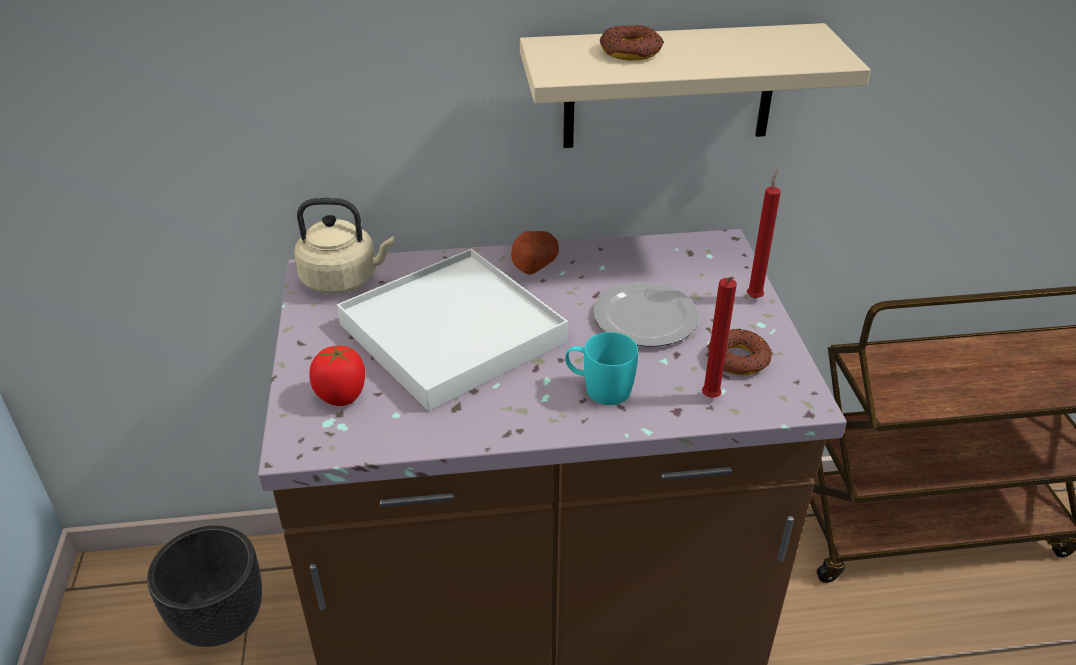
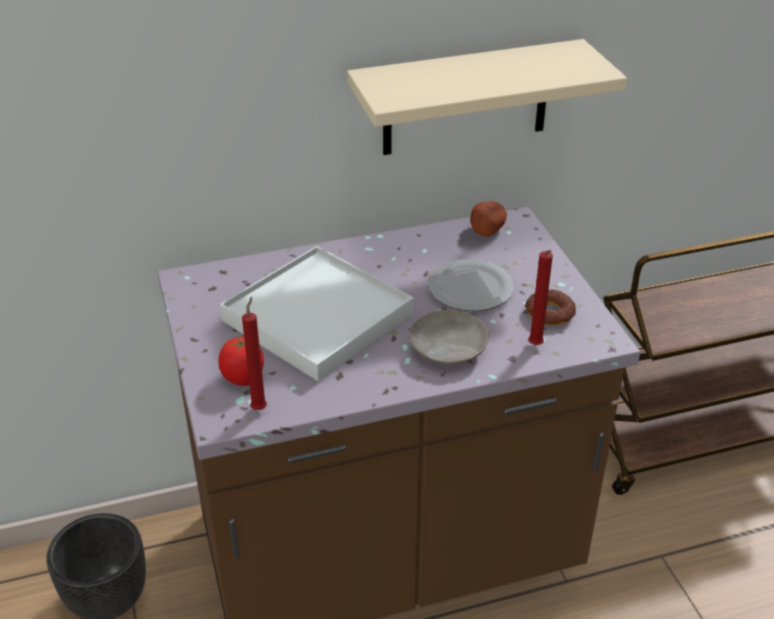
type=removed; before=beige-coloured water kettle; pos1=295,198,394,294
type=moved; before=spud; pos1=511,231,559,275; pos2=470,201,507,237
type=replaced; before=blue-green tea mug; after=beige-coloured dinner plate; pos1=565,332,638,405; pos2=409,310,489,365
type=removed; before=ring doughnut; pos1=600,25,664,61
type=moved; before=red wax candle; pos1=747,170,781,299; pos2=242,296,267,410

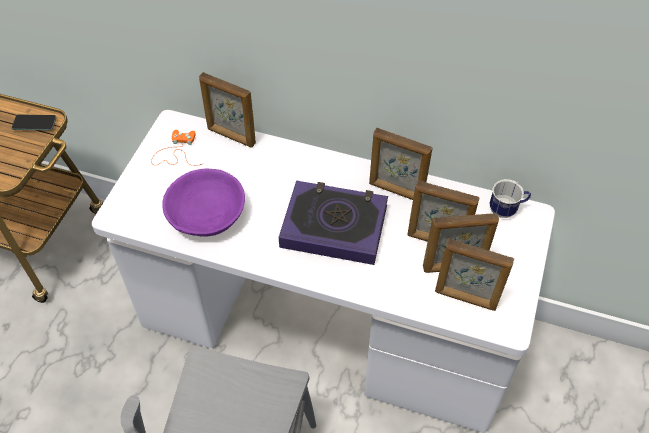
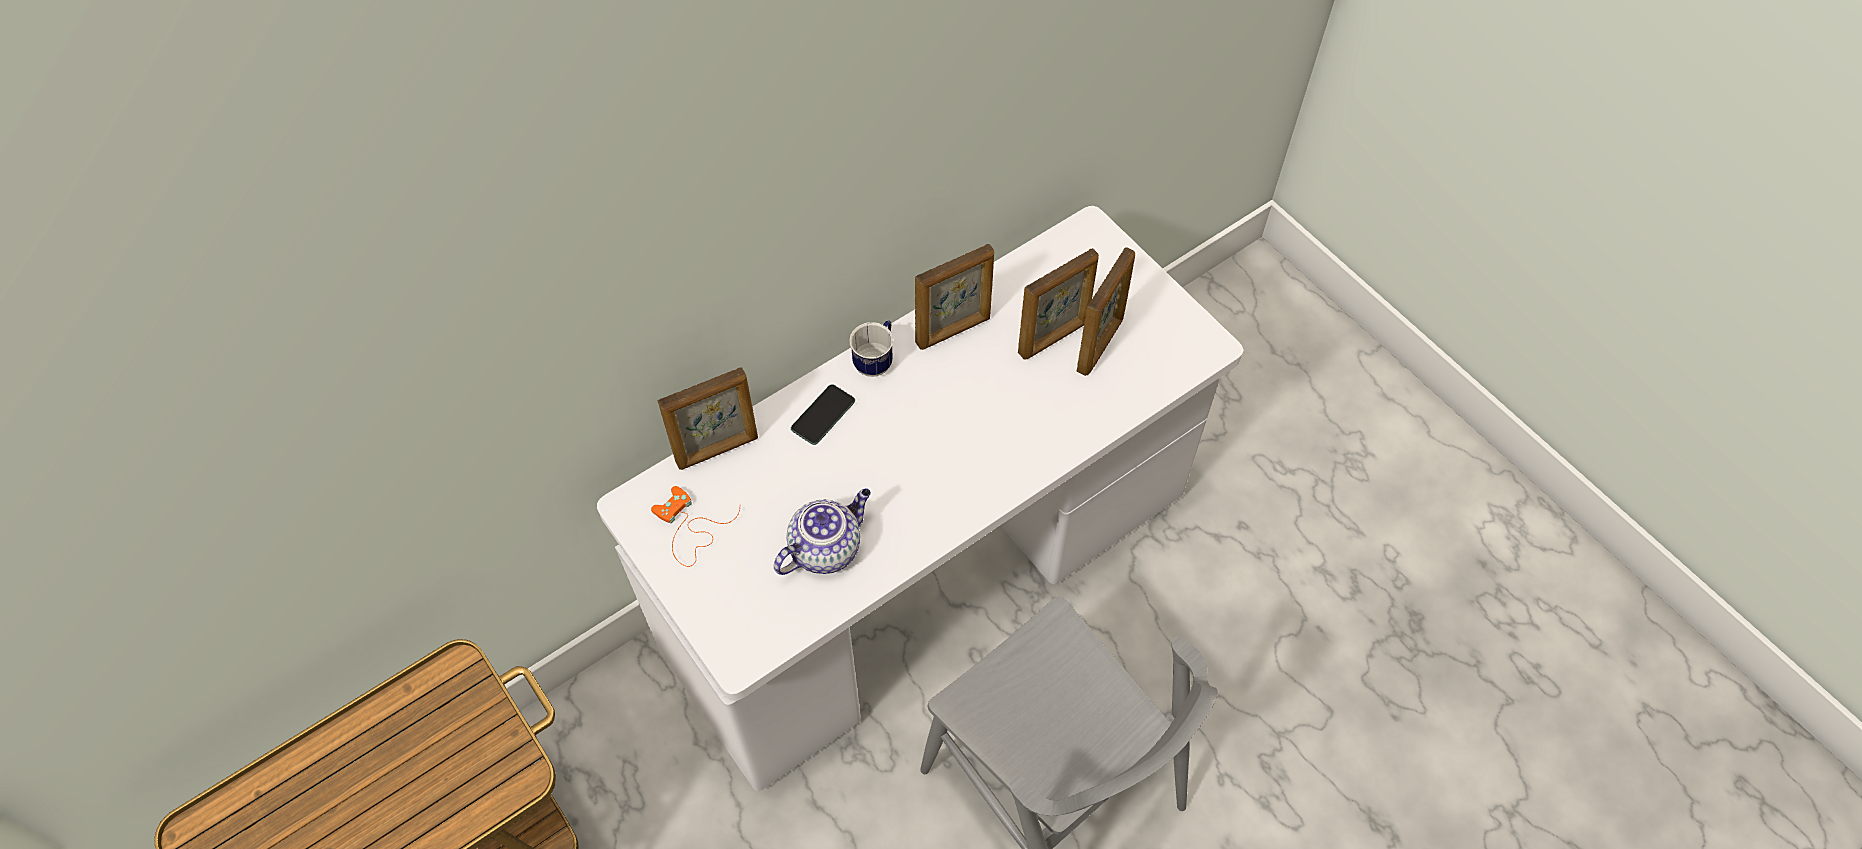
type=moved; before=phone; pos1=12,114,57,131; pos2=791,384,855,445
type=replaced; before=purplish bowl; after=pot for tea; pos1=162,169,245,237; pos2=774,488,871,575
type=removed; before=bound book; pos1=279,180,388,265
type=removed; before=standing frame; pos1=435,238,514,311
type=moved; before=tea mug; pos1=490,179,531,218; pos2=850,320,893,377

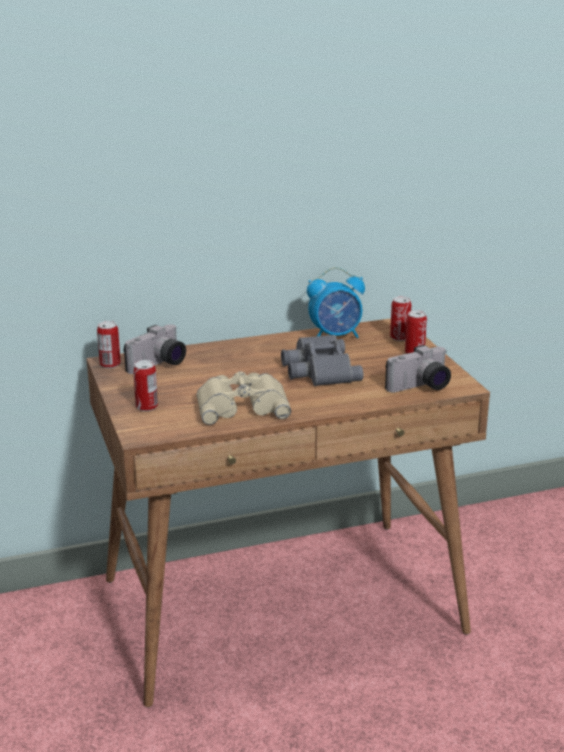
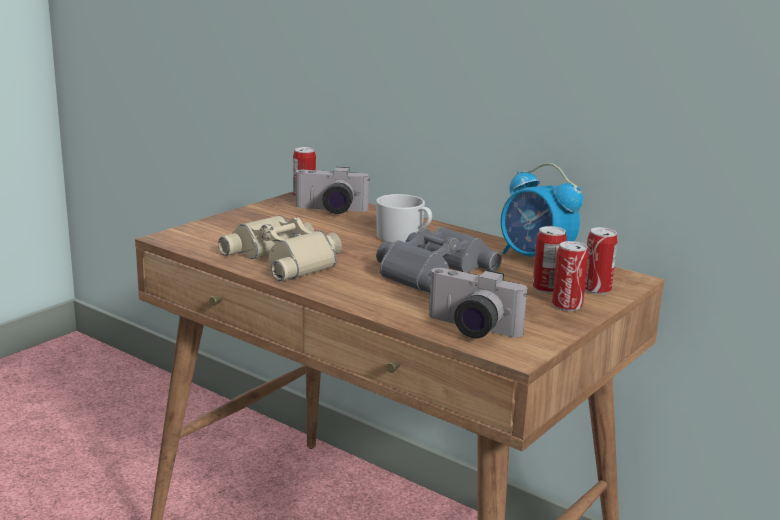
type=moved; before=metal can; pos1=133,360,158,411; pos2=533,226,567,293
type=added; after=white-coloured tea mug; pos2=376,194,432,243

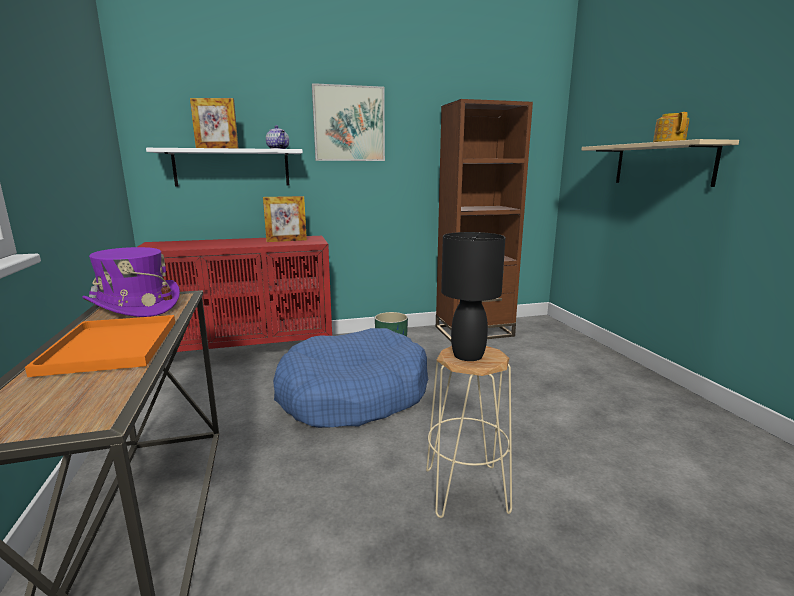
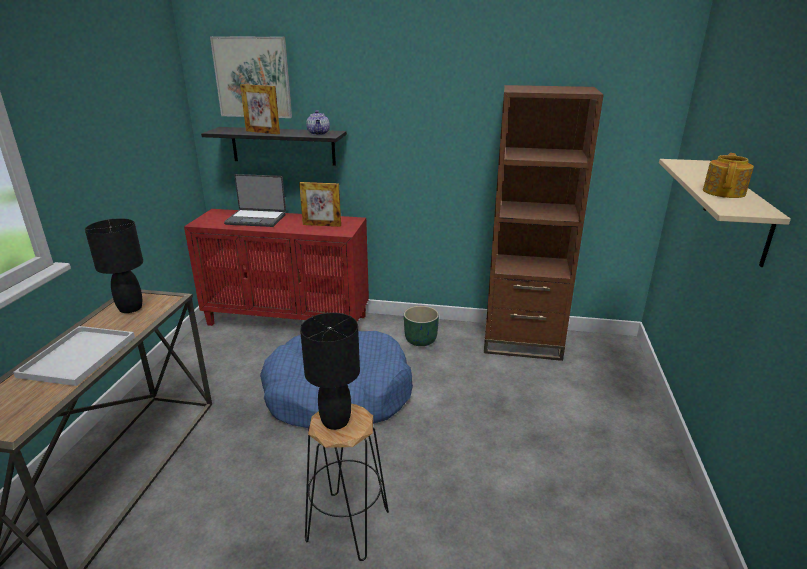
type=recoloured; before=orange-coloured serving tray; after=white-coloured serving tray; pos1=25,315,175,377; pos2=13,326,135,386
type=replaced; before=purplish hat; after=black-coloured tabletop lamp; pos1=82,247,180,317; pos2=85,218,143,313
type=recoloured; before=white-coloured bracket shelf; after=black-coloured bracket shelf; pos1=146,148,303,186; pos2=201,127,347,166
type=moved; before=wall picture; pos1=312,83,385,161; pos2=210,36,292,118
type=recoloured; before=beige-coloured stool seat; after=black-coloured stool seat; pos1=426,346,512,518; pos2=305,404,389,561
type=added; after=notebook computer; pos2=224,174,286,227

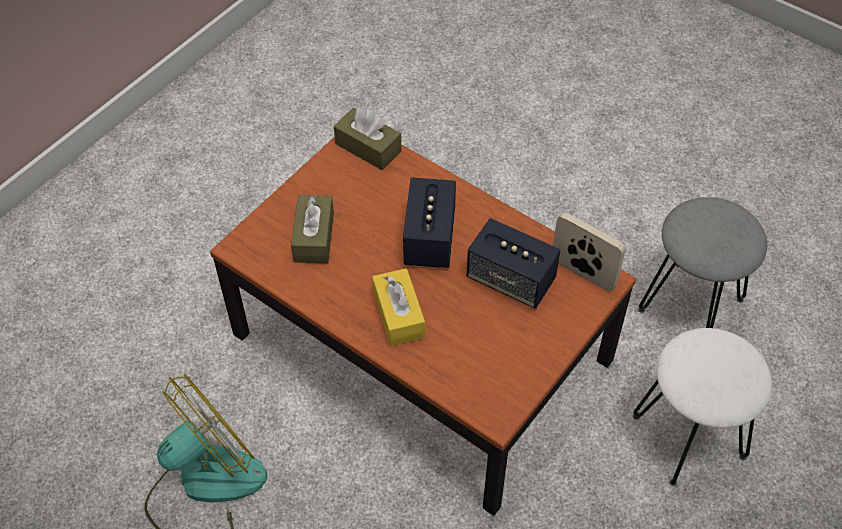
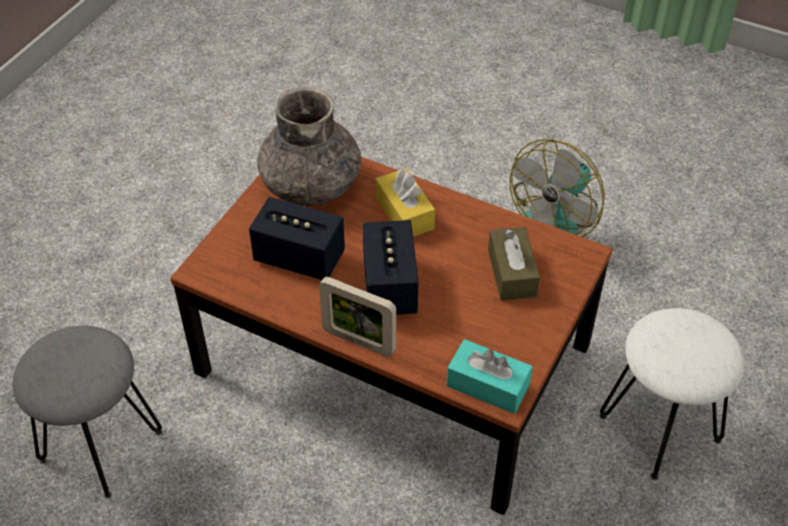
type=recoloured; before=brownish tissue holder; after=blue-green tissue holder; pos1=334,108,402,170; pos2=447,339,533,414
type=moved; before=standing frame; pos1=553,212,626,292; pos2=319,277,396,357
type=moved; before=white-coloured stool seat; pos1=633,328,772,486; pos2=600,308,745,480
type=added; after=grey vase; pos2=258,87,361,206

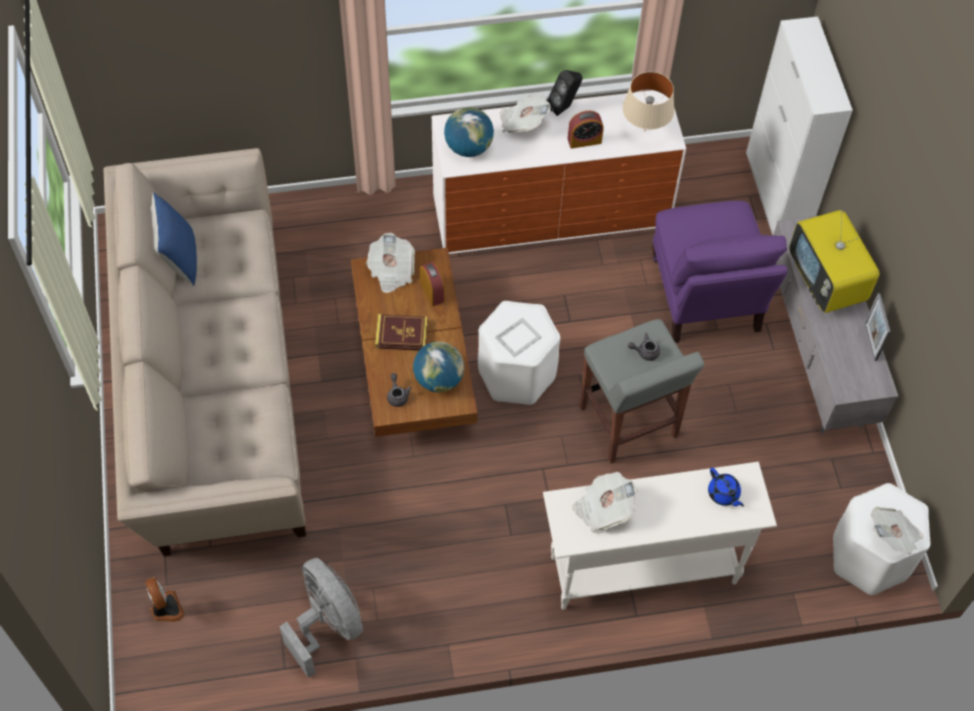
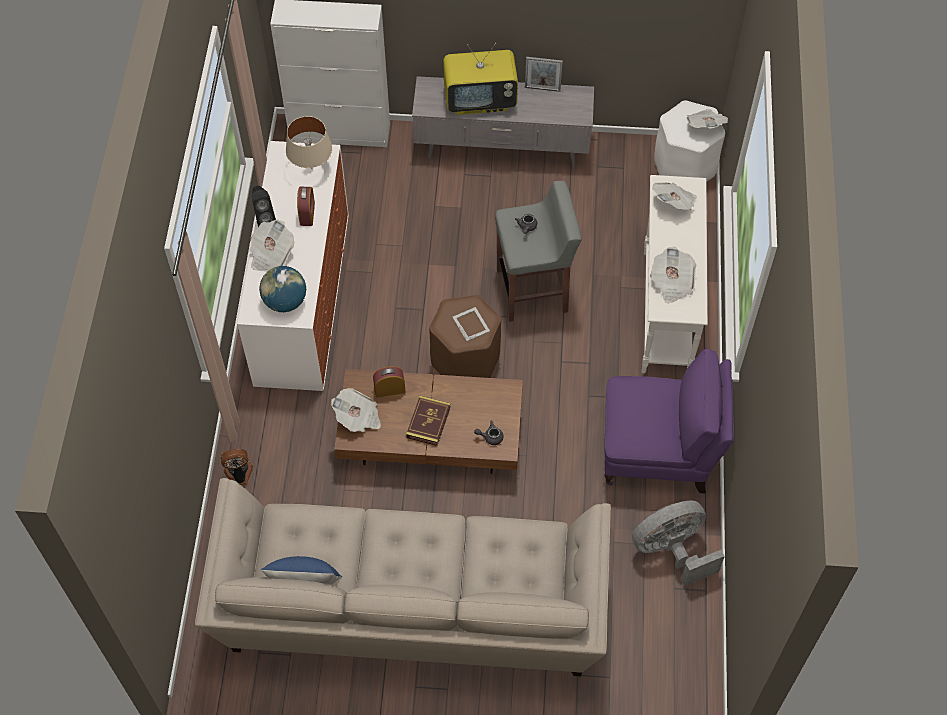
type=moved; before=electric fan; pos1=145,577,185,622; pos2=221,449,253,485
type=removed; before=globe; pos1=413,341,464,392
type=recoloured; before=white-coloured stool seat; after=brownish stool seat; pos1=478,301,560,405; pos2=429,295,501,378
type=moved; before=purplish easy chair; pos1=652,201,787,343; pos2=604,349,734,494
type=replaced; before=blue pot for tea; after=printed paper; pos1=708,468,744,507; pos2=652,182,697,210

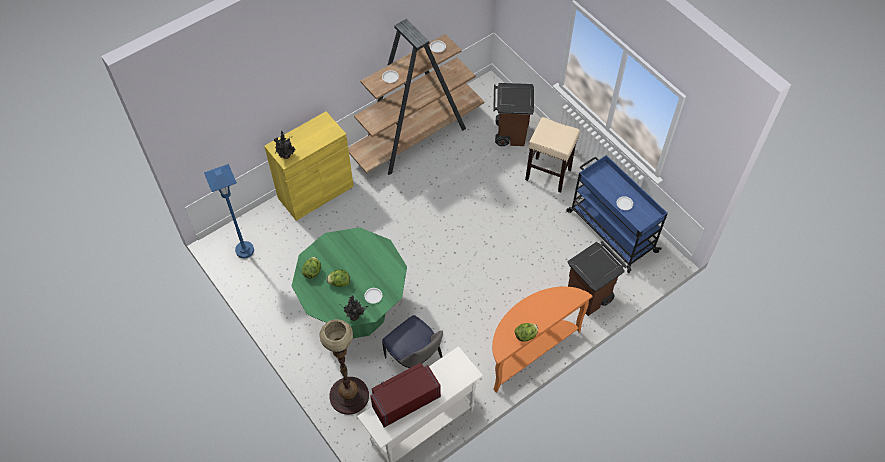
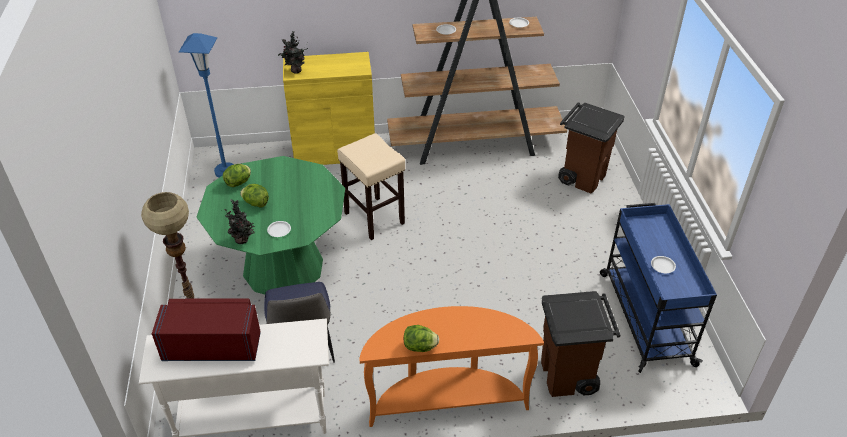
type=moved; before=beige-coloured stool seat; pos1=525,117,580,193; pos2=337,133,405,240

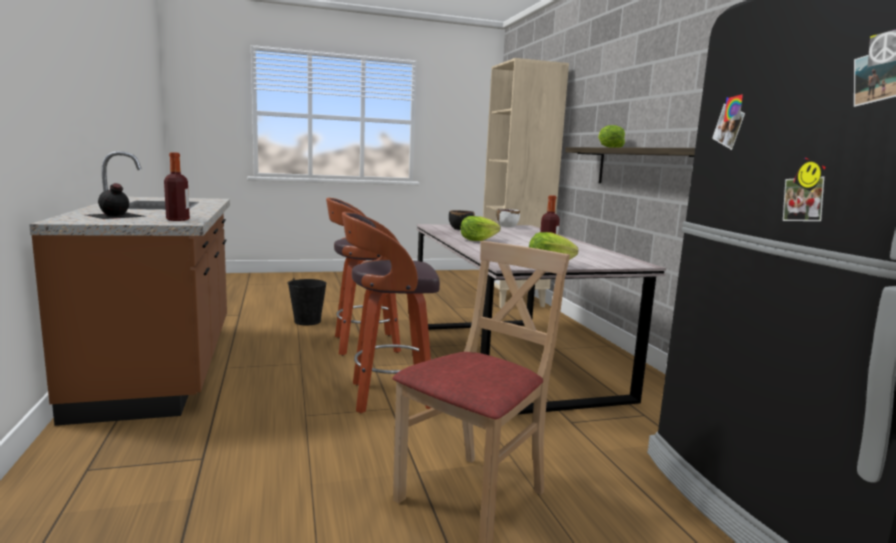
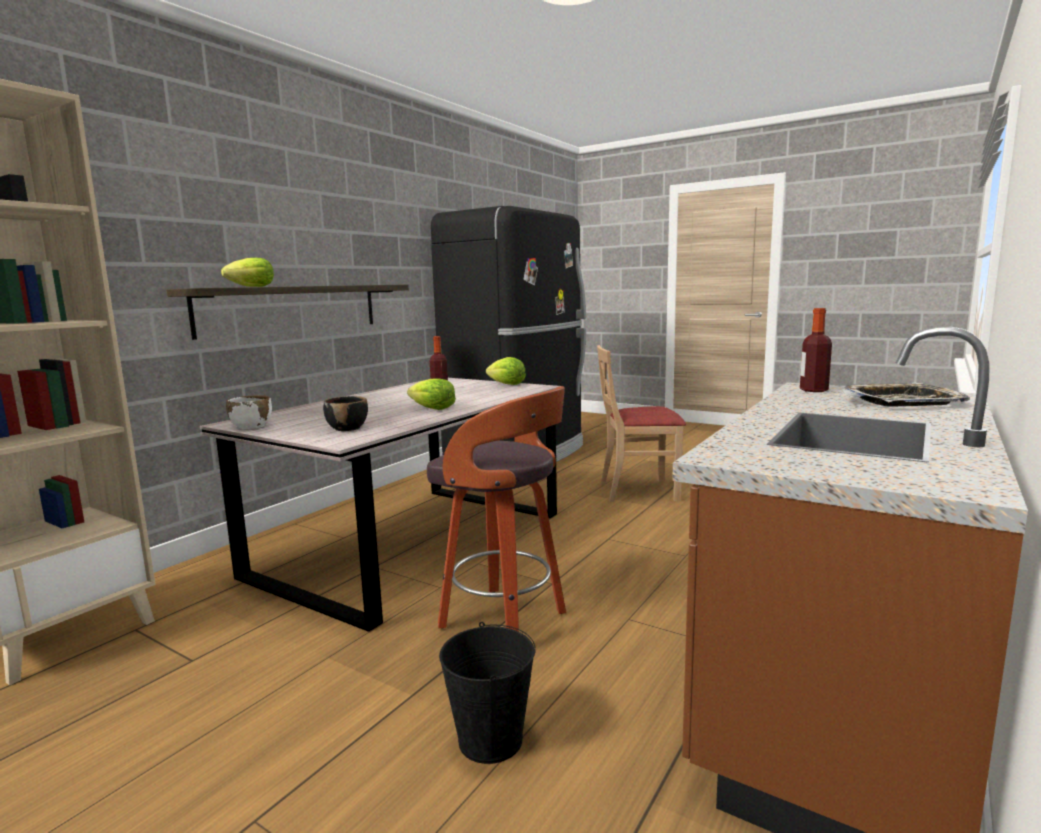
type=replaced; before=black-coloured beverage bottle; after=serving tray; pos1=86,183,147,219; pos2=842,383,970,407
type=removed; before=stool seat; pos1=342,212,440,413

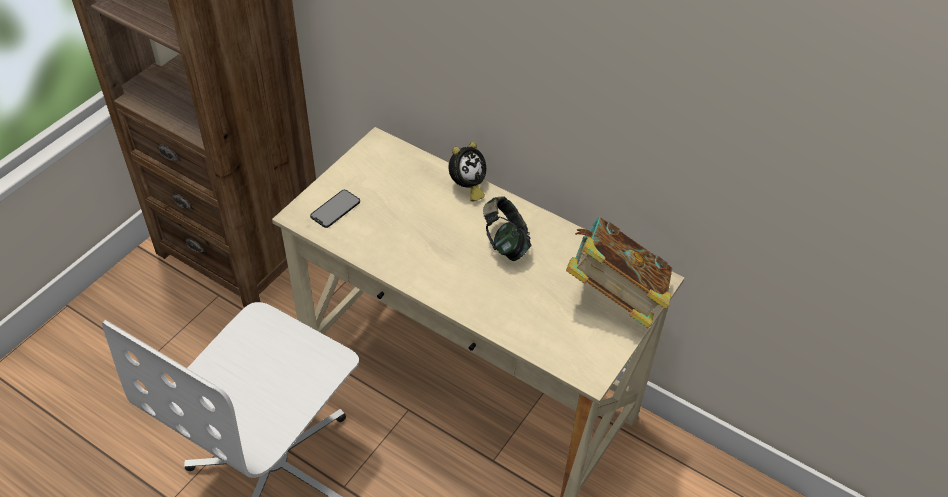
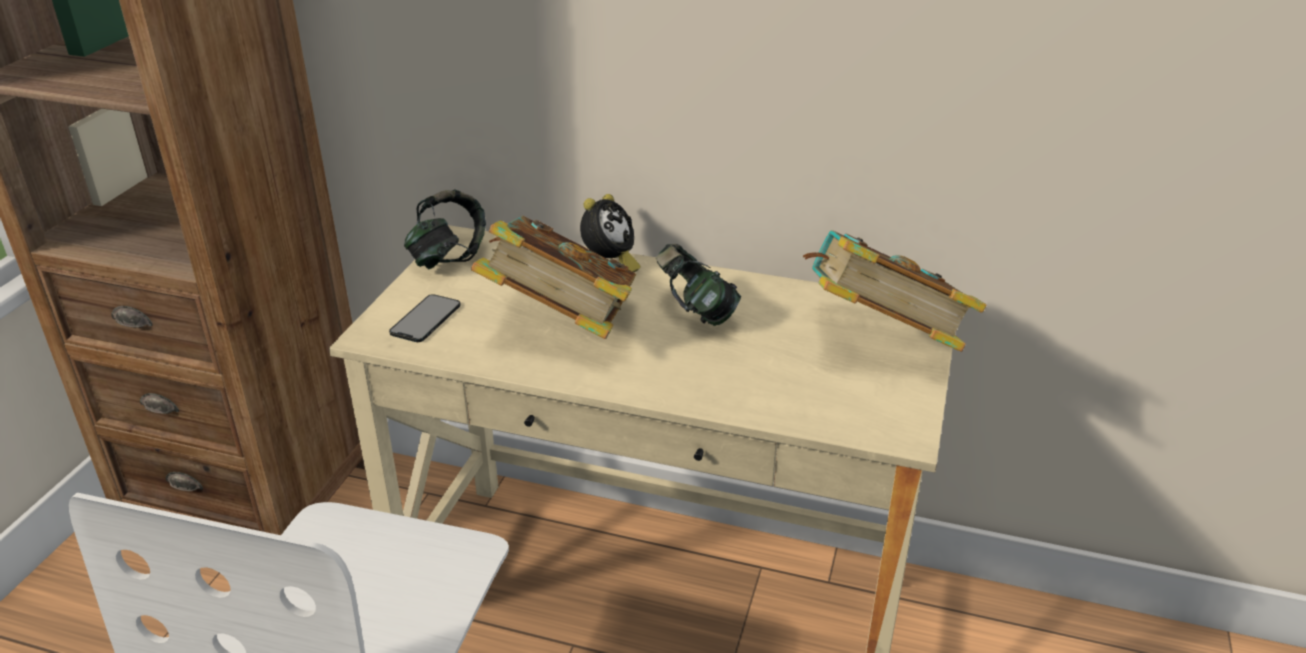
type=added; after=pair of headphones; pos2=404,189,486,269
type=added; after=bound book; pos2=471,216,636,339

